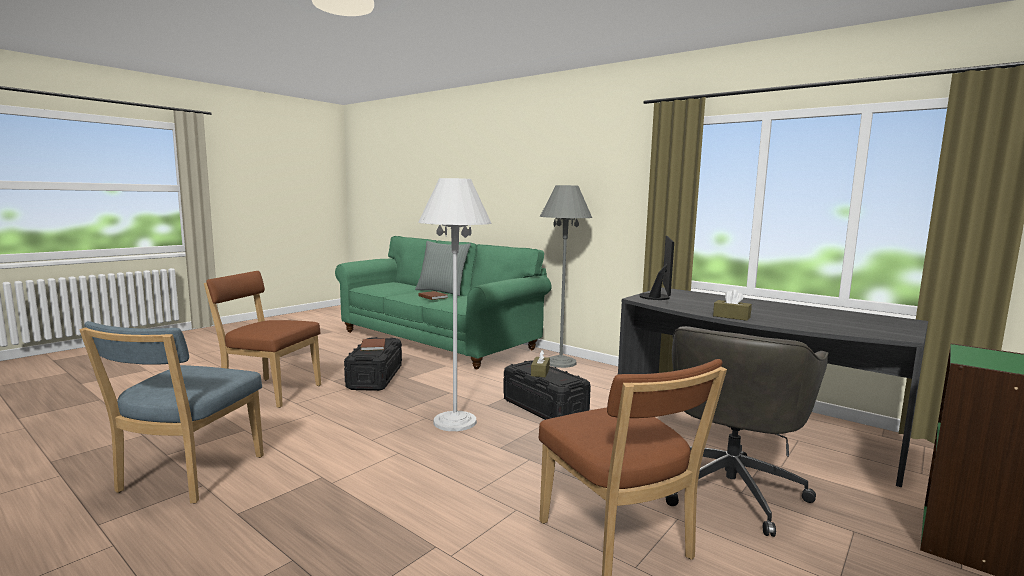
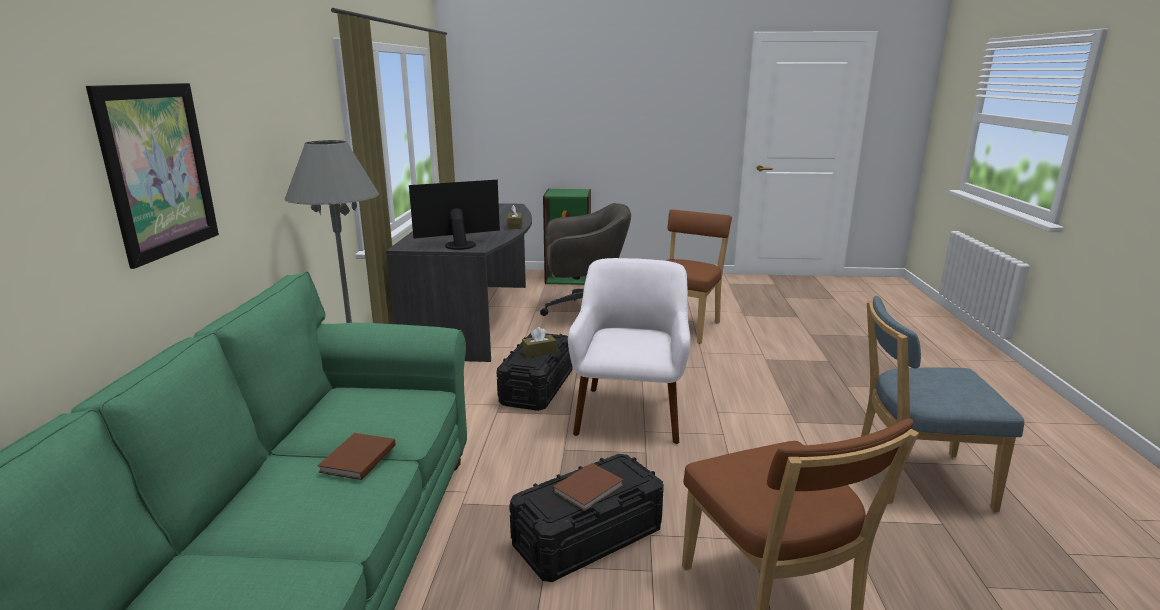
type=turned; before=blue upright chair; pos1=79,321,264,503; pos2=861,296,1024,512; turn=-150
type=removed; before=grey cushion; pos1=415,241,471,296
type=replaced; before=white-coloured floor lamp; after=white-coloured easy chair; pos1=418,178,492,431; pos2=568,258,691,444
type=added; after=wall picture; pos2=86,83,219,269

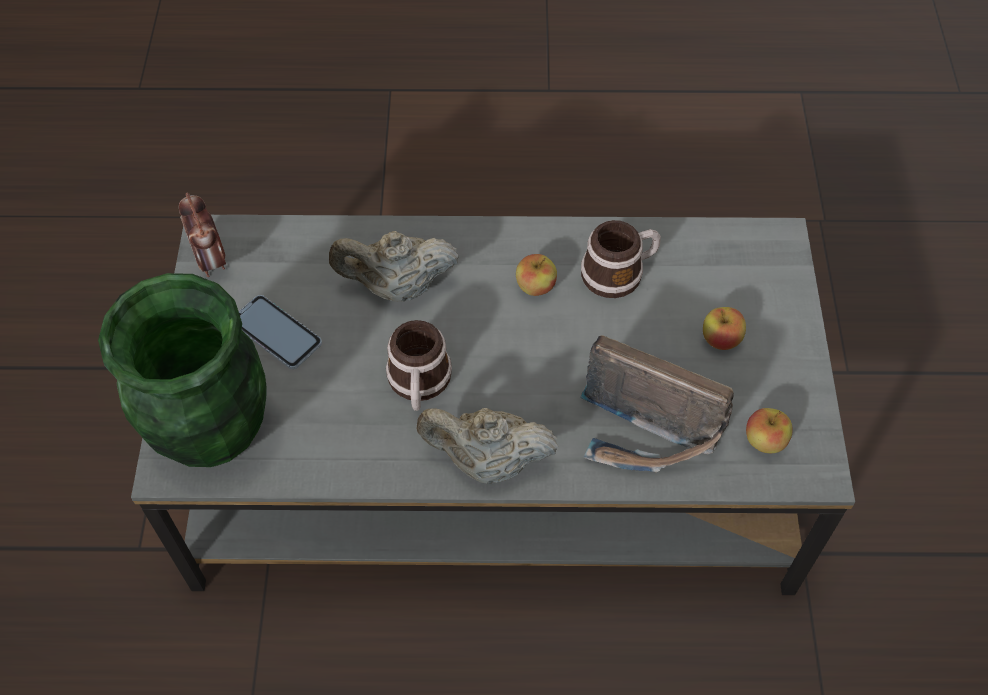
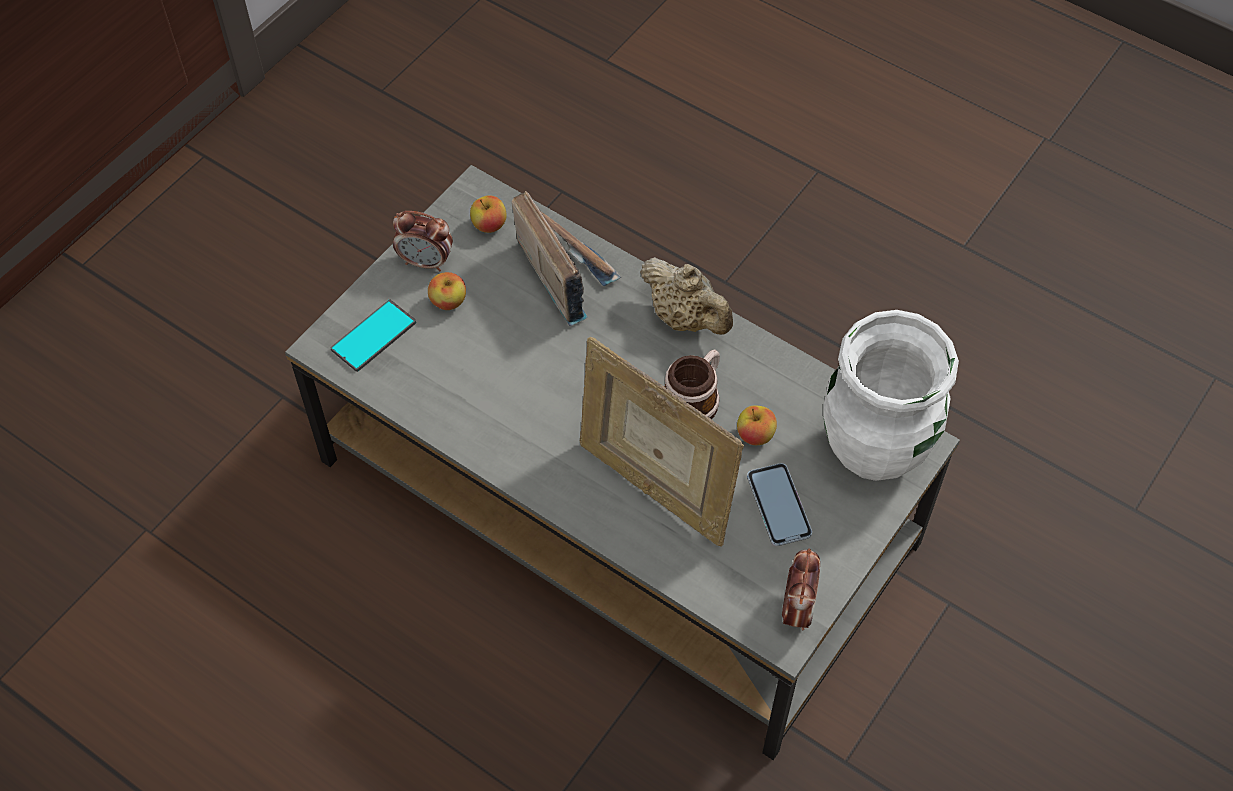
type=recoloured; before=green vase; after=white-coloured vase; pos1=98,273,267,467; pos2=823,310,959,481
type=replaced; before=beige-coloured pot for tea; after=standing frame; pos1=329,231,459,302; pos2=580,337,744,547
type=moved; before=apple fruit; pos1=516,254,557,296; pos2=737,406,777,445
type=removed; before=tea mug; pos1=581,220,661,298
type=added; after=phone; pos2=331,300,416,372
type=added; after=table clock; pos2=393,211,453,271

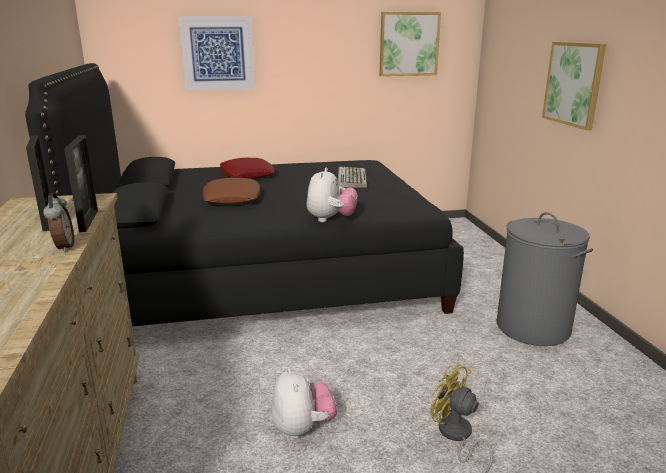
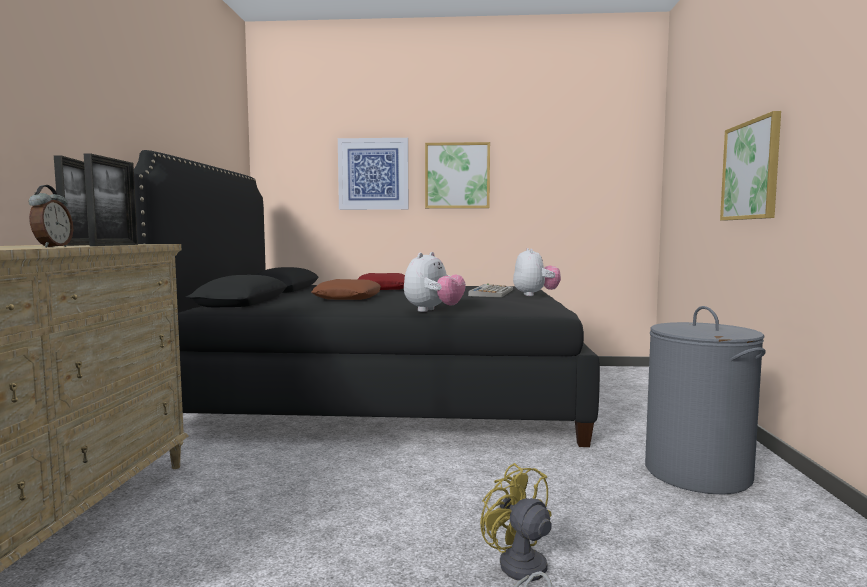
type=moved; before=cuddly toy; pos1=271,367,337,439; pos2=513,248,561,296
type=moved; before=wall picture; pos1=379,12,441,76; pos2=425,142,490,208

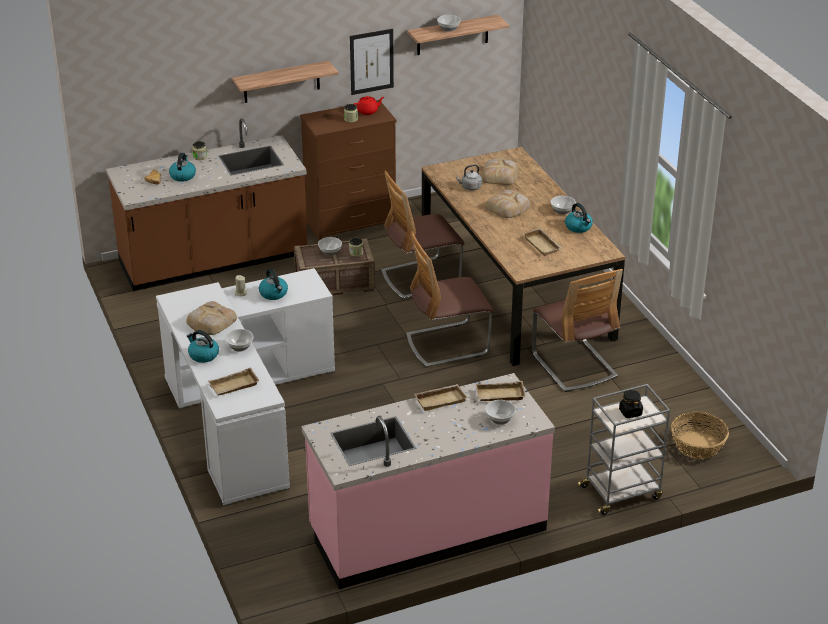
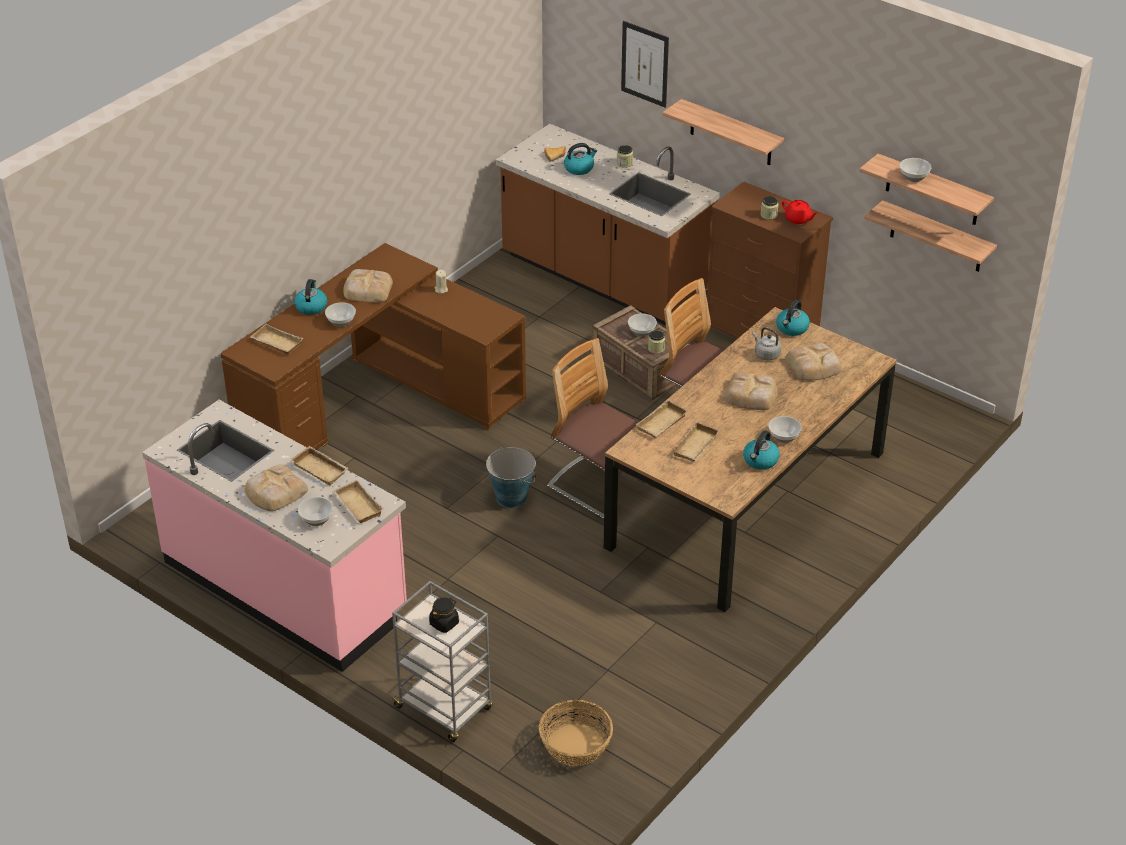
type=recoloured; before=white-coloured desk table; after=brownish desk table; pos1=156,268,335,506; pos2=221,243,526,450
type=moved; before=water kettle; pos1=259,269,288,300; pos2=776,300,810,336
type=moved; before=wall picture; pos1=350,29,394,95; pos2=621,21,669,108
type=removed; before=upright chair; pos1=532,269,623,392
type=added; after=bread; pos2=244,464,308,511
type=added; after=bucket; pos2=486,447,536,508
type=added; after=beige-coloured serving tray; pos2=635,399,688,438
type=added; after=bracket shelf; pos2=864,200,997,272

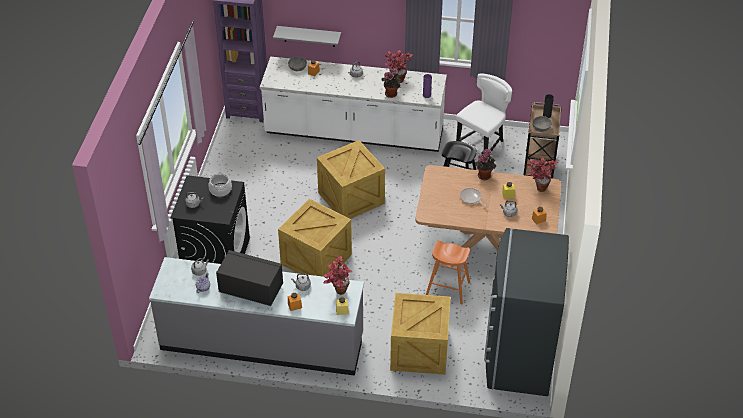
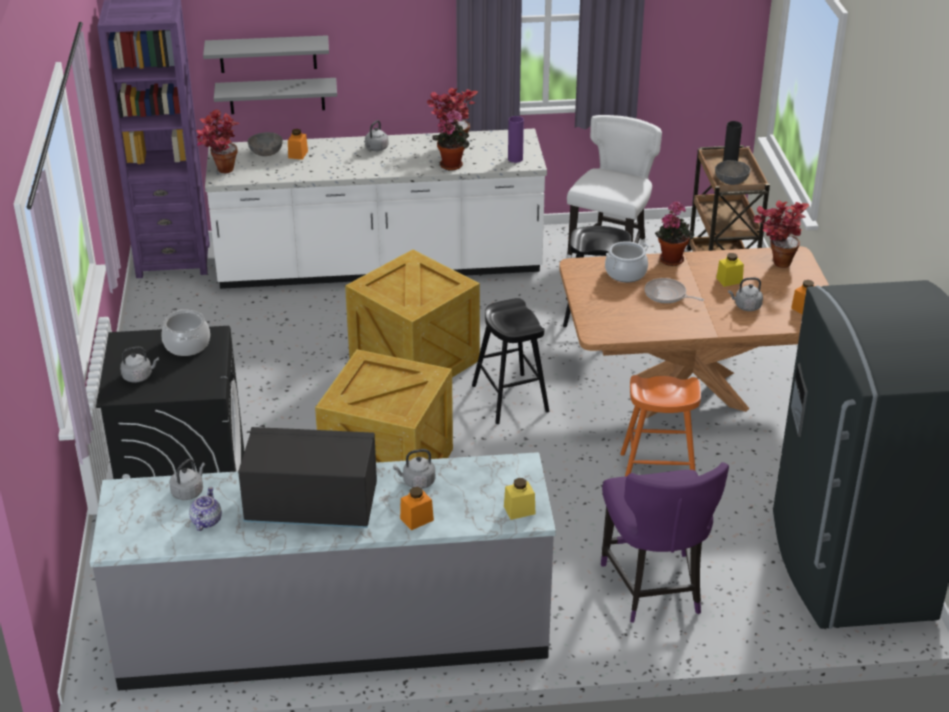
type=moved; before=potted plant; pos1=324,256,352,295; pos2=196,109,240,173
type=replaced; before=packing crate; after=purplish upright chair; pos1=390,293,451,375; pos2=601,462,729,623
type=added; after=grey bracket shelf; pos2=203,35,329,73
type=added; after=black-coloured stool seat; pos2=472,298,549,424
type=added; after=stockpot; pos2=605,241,649,282

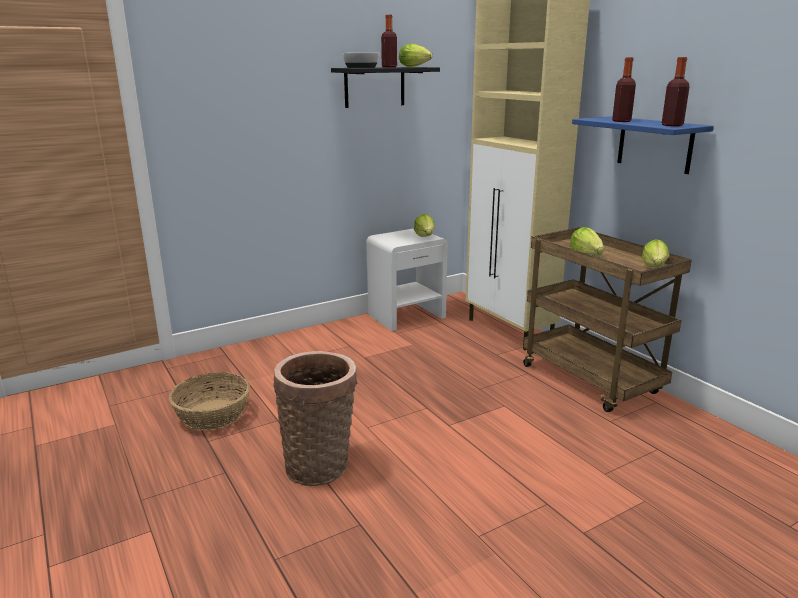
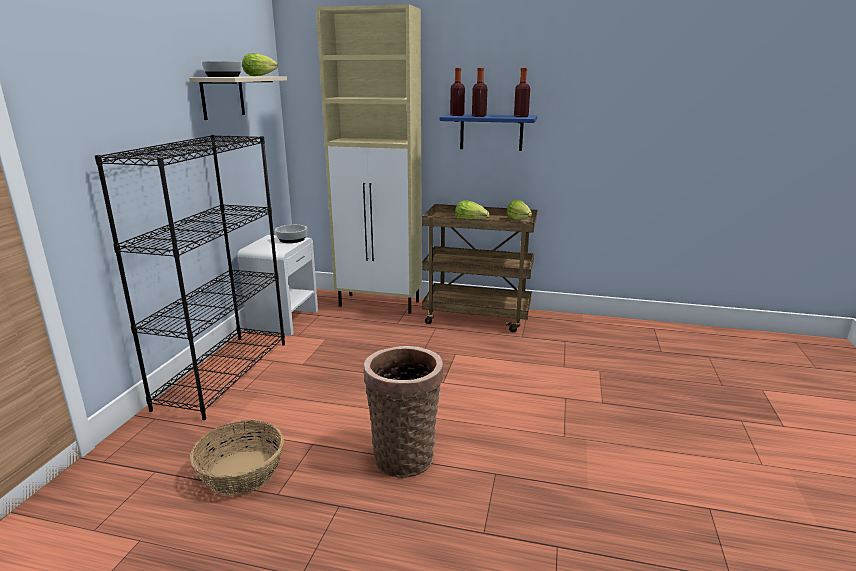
type=recoloured; before=black-coloured bracket shelf; after=beige-coloured bracket shelf; pos1=331,67,440,108; pos2=189,76,287,120
type=moved; before=beverage bottle; pos1=381,14,397,67; pos2=450,68,465,116
type=replaced; before=lettuce; after=bowl; pos1=414,214,435,237; pos2=275,225,307,243
type=added; after=black-coloured bookshelf; pos2=95,135,285,420

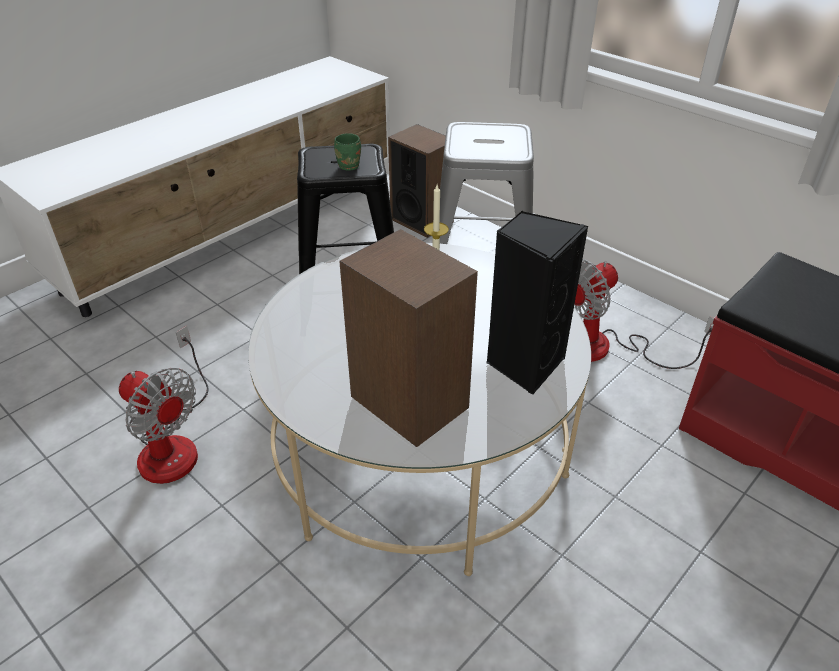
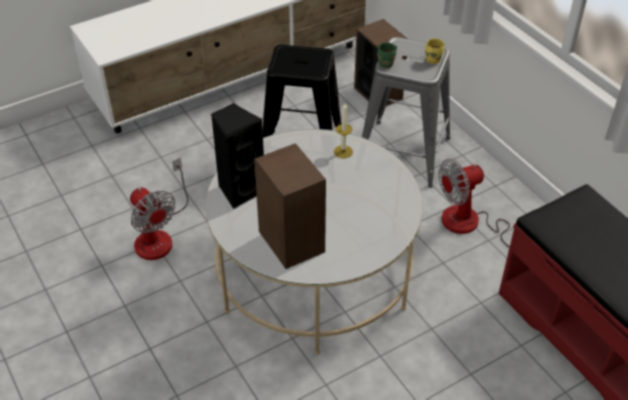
type=moved; before=green tea mug; pos1=334,133,361,171; pos2=377,42,397,68
type=moved; before=black-coloured loudspeaker; pos1=486,210,588,395; pos2=211,103,264,209
type=added; after=yellow-coloured tea mug; pos2=425,38,444,64

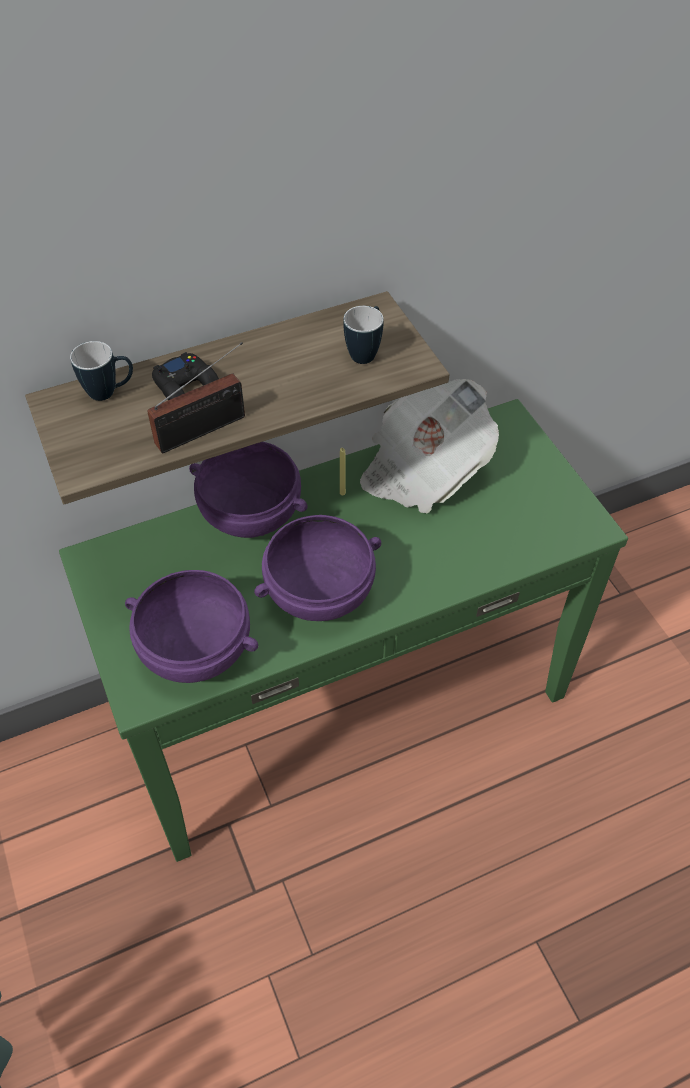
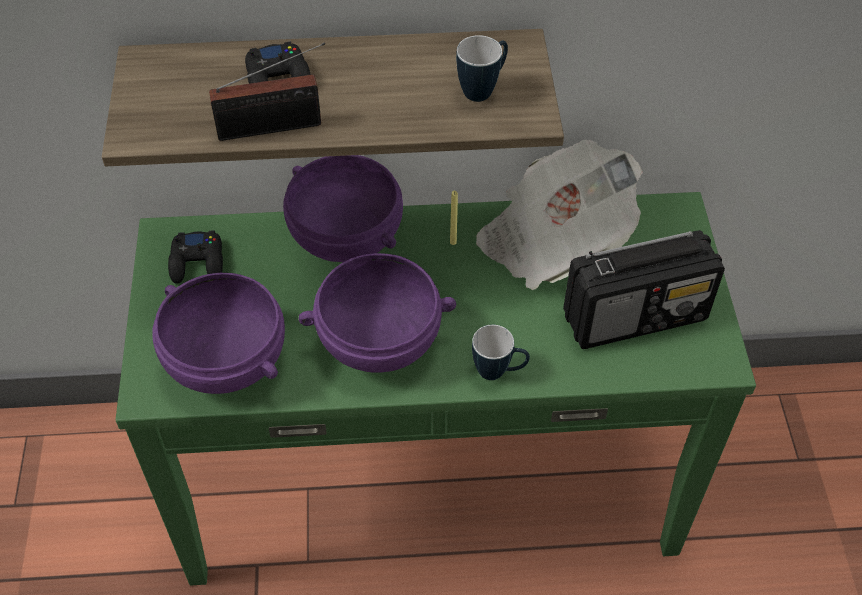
type=moved; before=tea mug; pos1=70,341,133,401; pos2=472,325,530,380
type=added; after=black-coloured joypad; pos2=168,230,223,284
type=added; after=radio; pos2=563,230,725,349

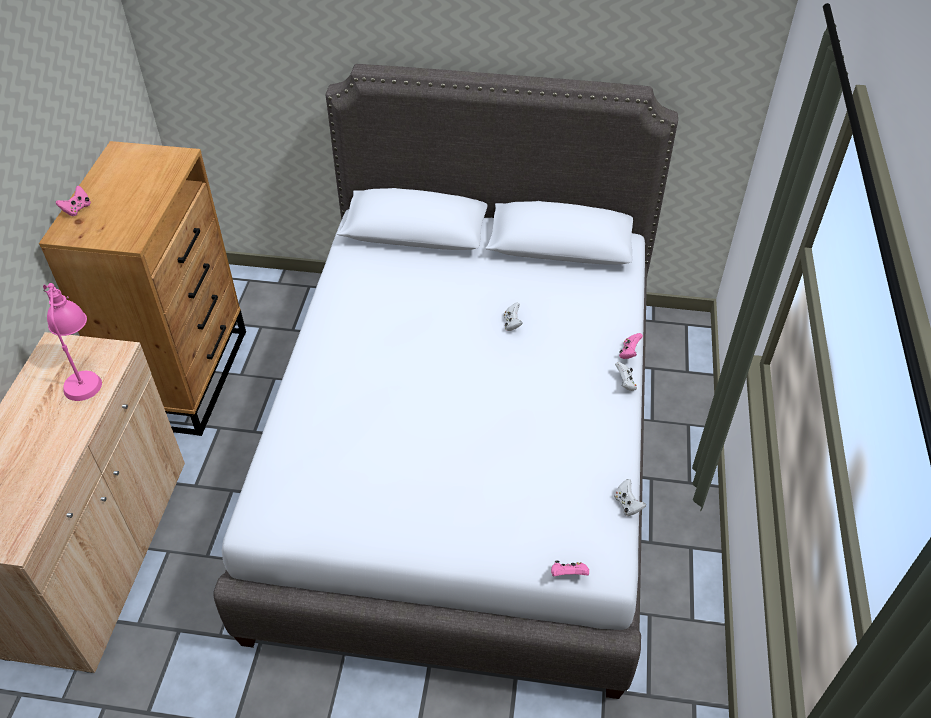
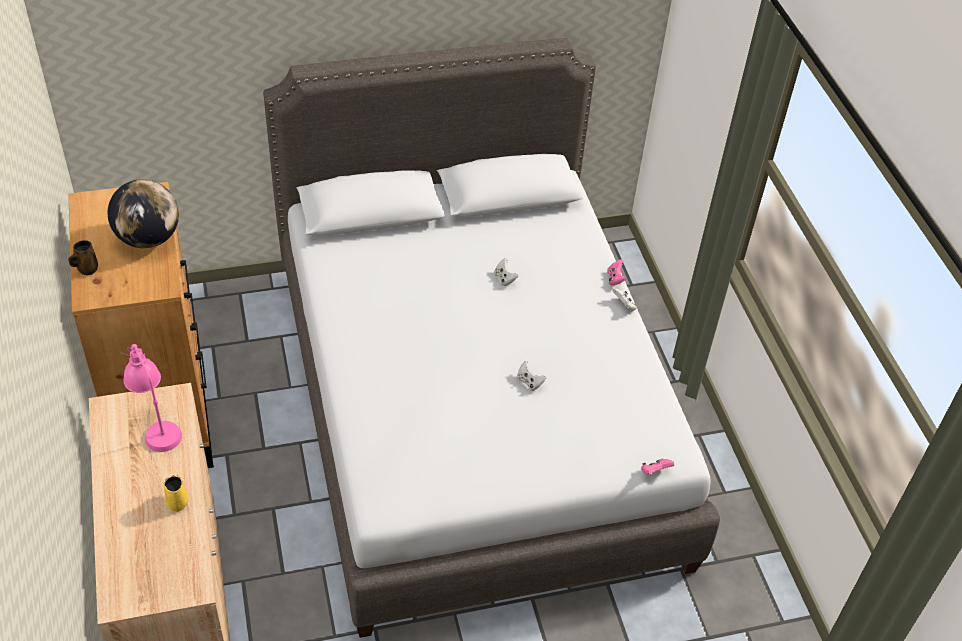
type=replaced; before=pink joypad; after=brownish tea mug; pos1=56,186,91,216; pos2=68,240,98,275
type=moved; before=white-coloured joypad; pos1=614,479,646,516; pos2=517,361,546,391
type=added; after=globe; pos2=108,179,179,248
type=added; after=yellow-coloured tea mug; pos2=163,475,189,511

